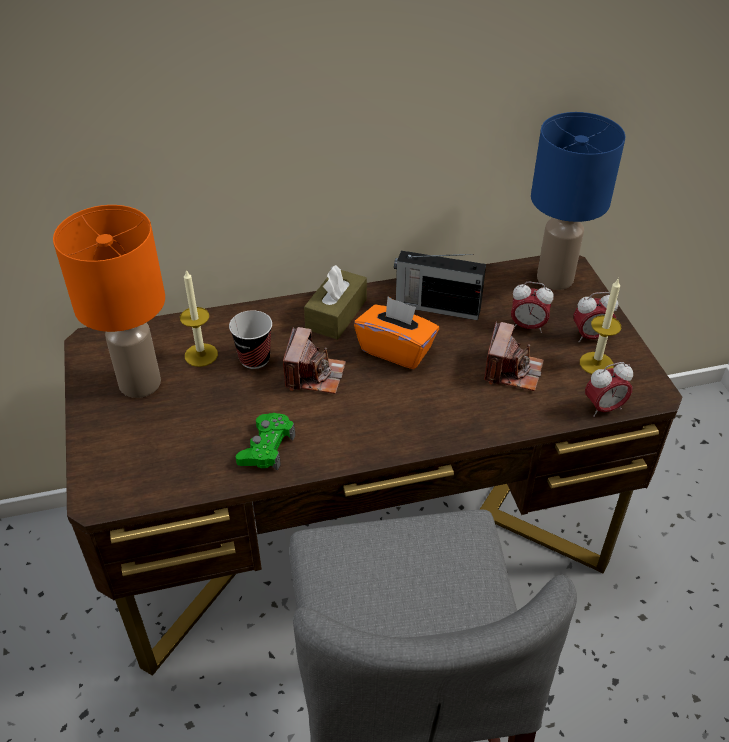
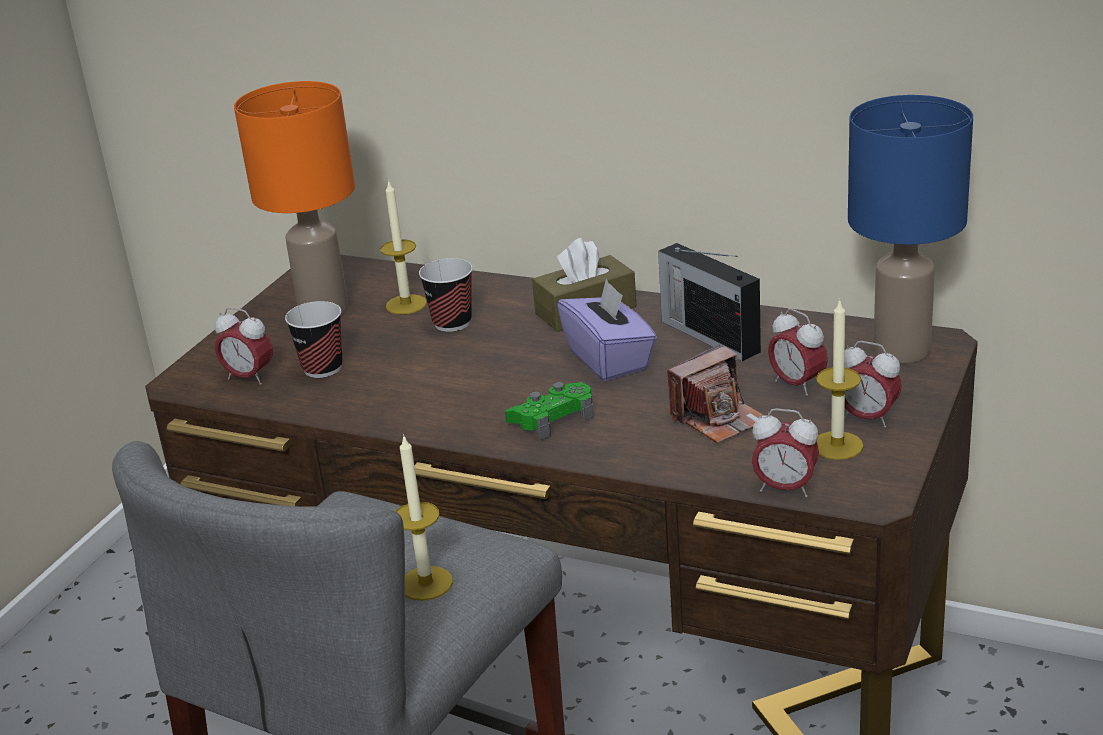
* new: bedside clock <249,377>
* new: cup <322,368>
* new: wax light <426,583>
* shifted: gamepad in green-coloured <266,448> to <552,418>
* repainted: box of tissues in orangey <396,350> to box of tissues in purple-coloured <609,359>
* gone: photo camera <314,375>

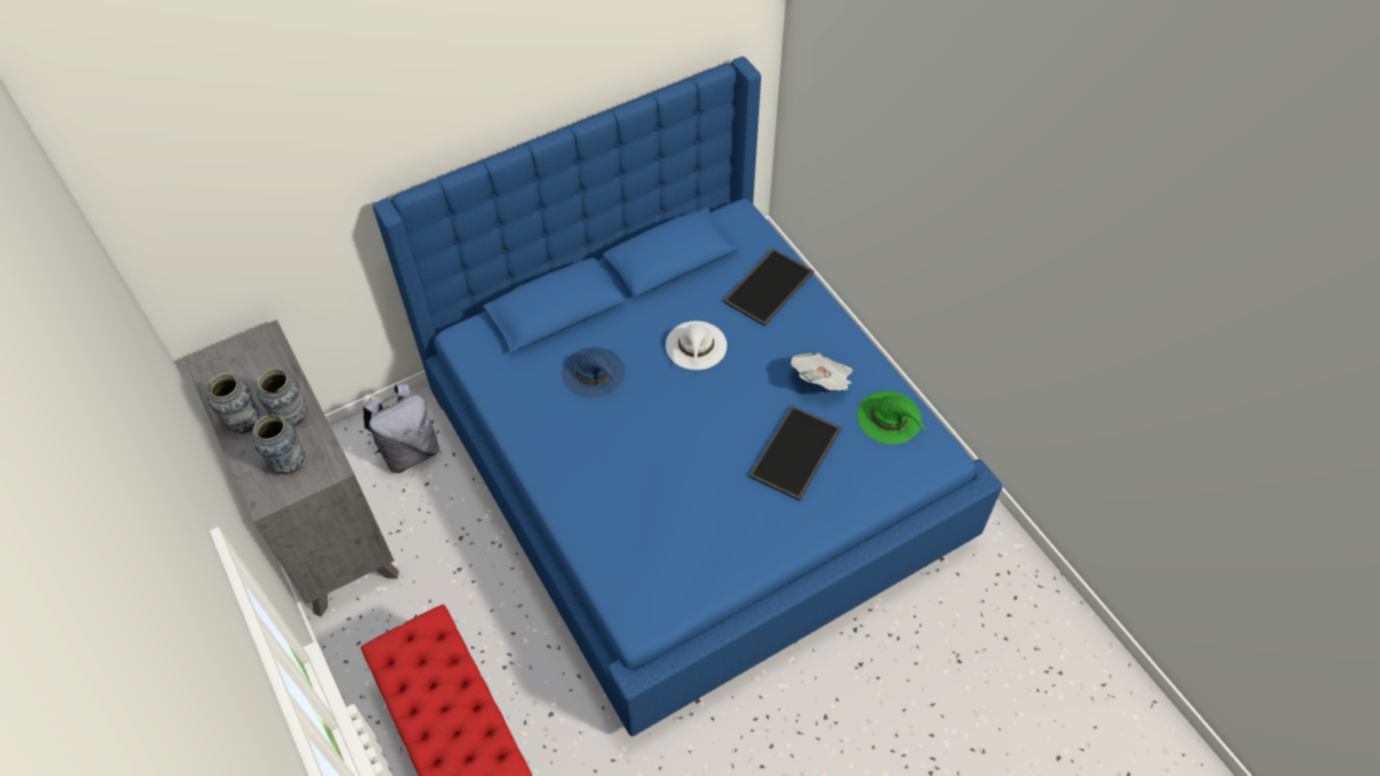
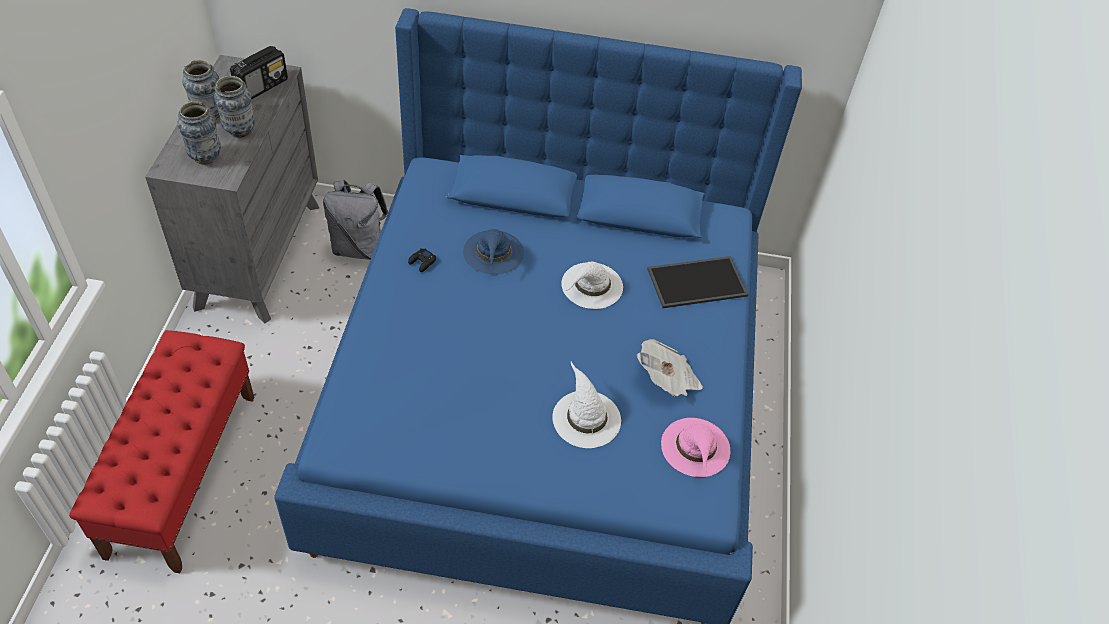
* new: radio set <262,86>
* new: gamepad in black-coloured <422,262>
* swapped: tray <796,454> to wearable hat in white <585,418>
* repainted: wearable hat in green-coloured <890,418> to wearable hat in pinkish <696,448>

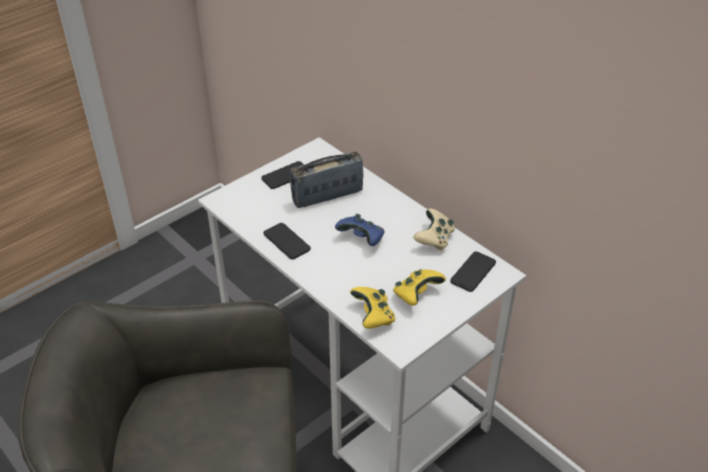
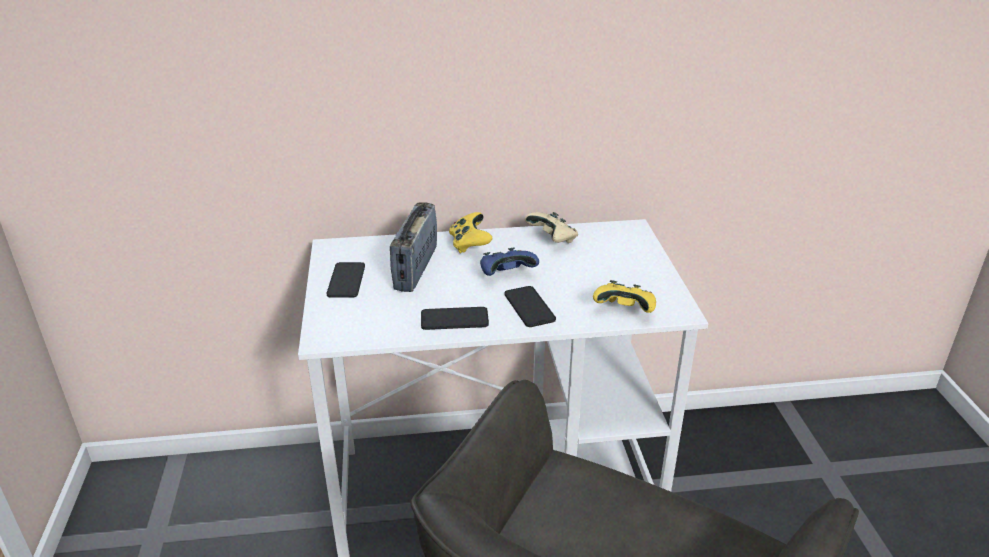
* shifted: gamepad in yellow <416,295> to <469,244>
* shifted: handset <473,272> to <529,307>

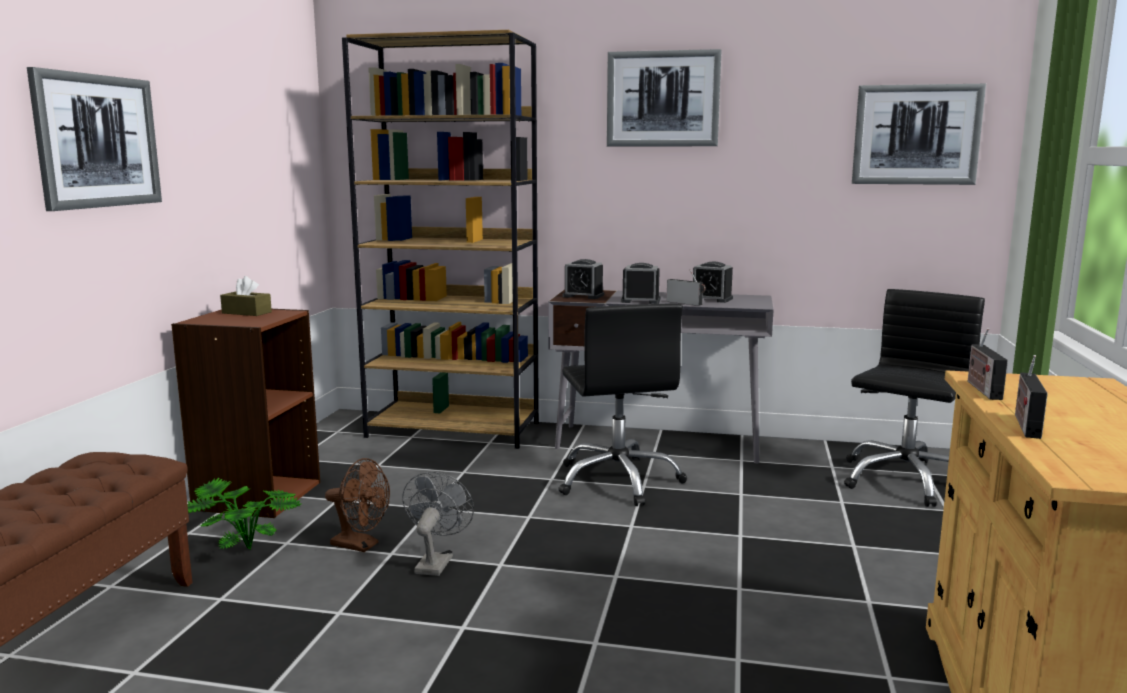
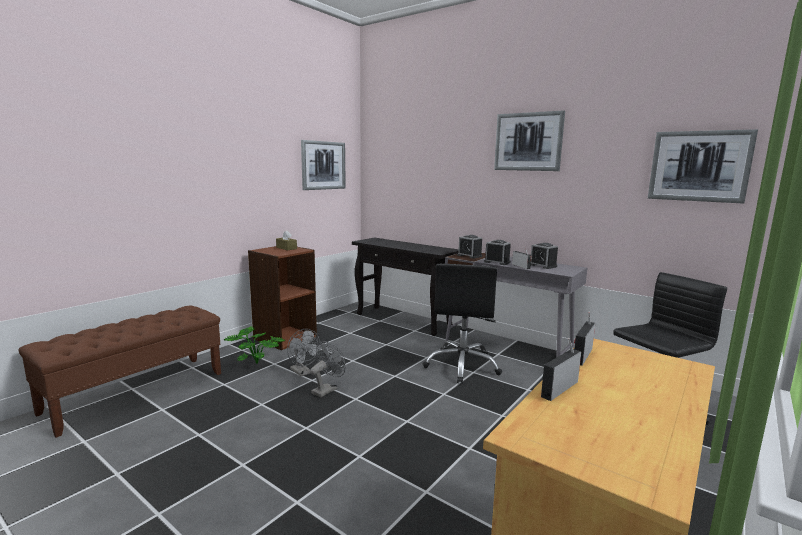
* repainted: electric fan in brownish <361,545> to electric fan in grey <303,372>
* shifted: picture <98,141> to <323,165>
* swapped: bookcase in brownish <454,430> to narrow table in black-coloured <404,320>

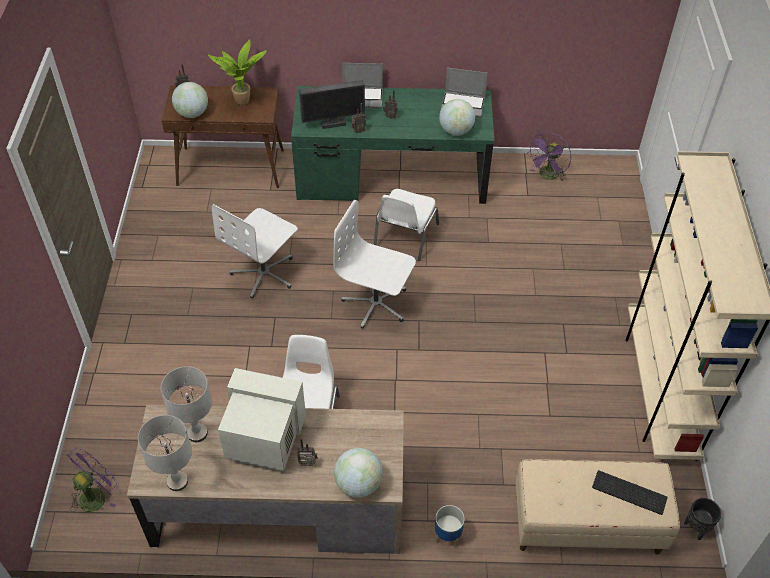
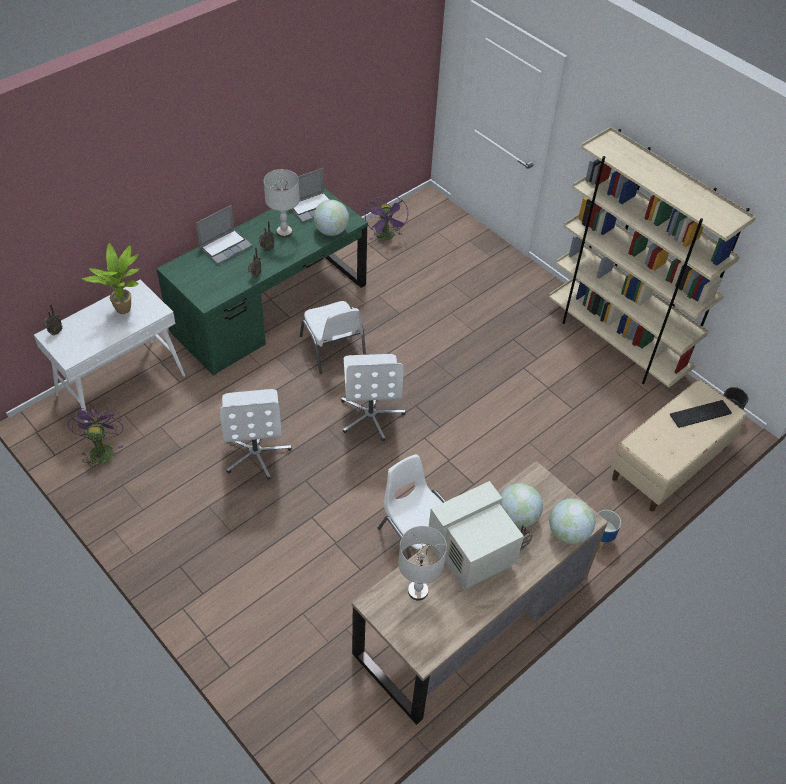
* repainted: narrow table in brownish <231,167> to narrow table in white <121,385>
* shifted: electric fan in purple-coloured <96,495> to <101,449>
* shifted: tabletop lamp in grey <177,481> to <284,232>
* rotated: desk chair in white <376,304> = <371,415> 75 degrees counterclockwise
* shifted: world globe <192,113> to <517,517>
* gone: computer screen <333,124>

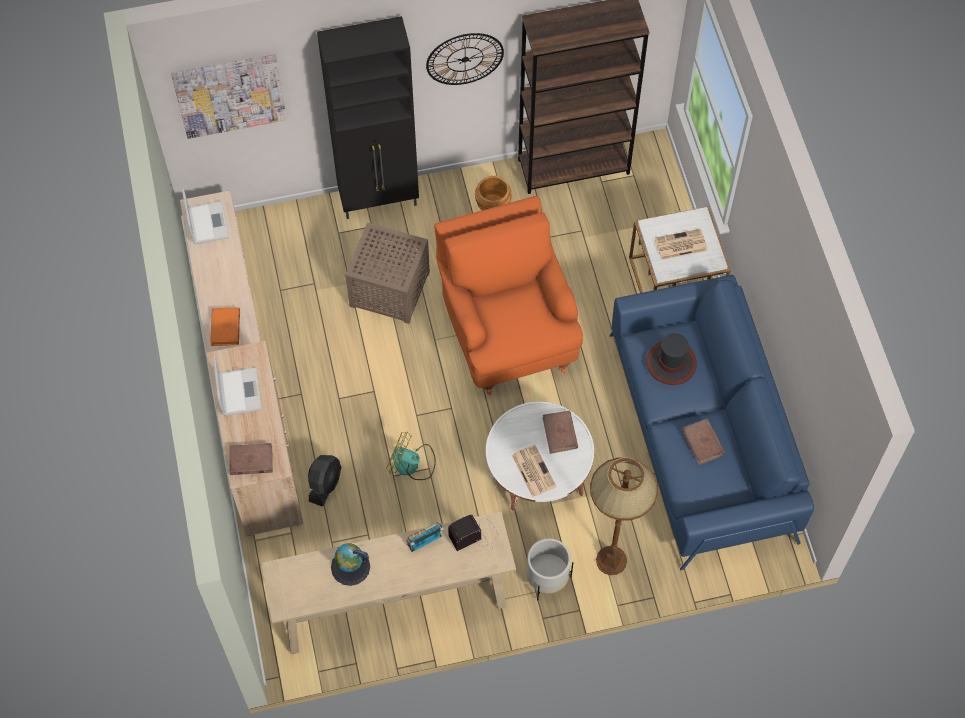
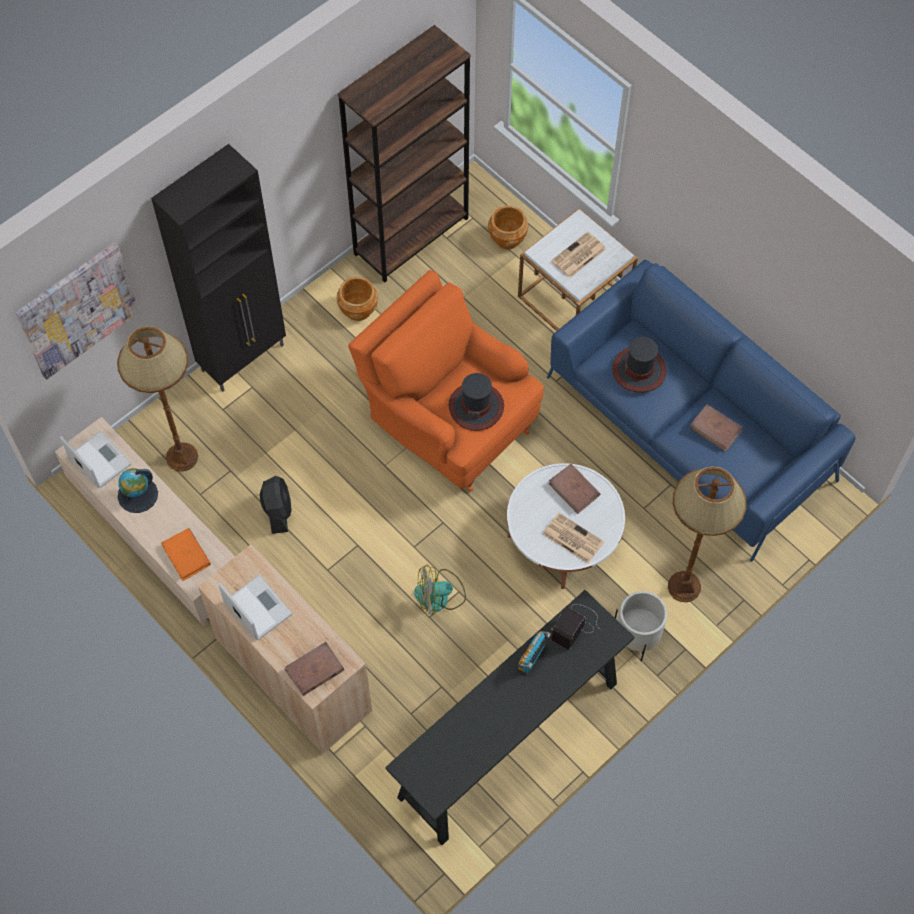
* new: standing lamp in brownish <182,457>
* shifted: world globe <350,567> to <138,495>
* shifted: electric fan in black-coloured <325,484> to <277,510>
* repainted: narrow table in beige-coloured <392,604> to narrow table in black-coloured <507,741>
* new: wearable hat <476,406>
* new: plant pot in brownish <507,238>
* gone: end table in brownish <389,288>
* gone: hanging clock <465,59>

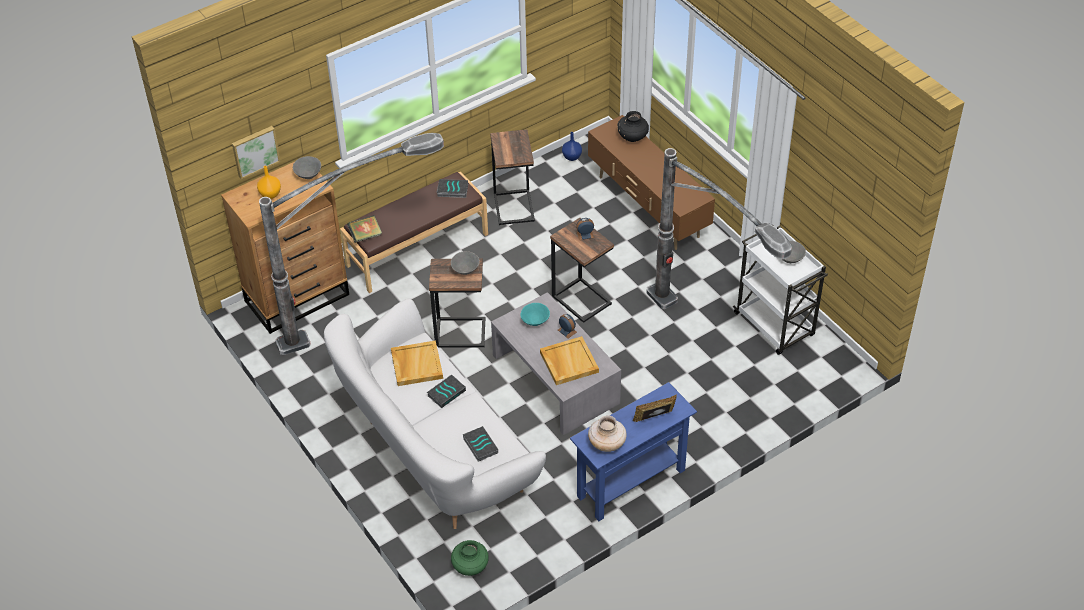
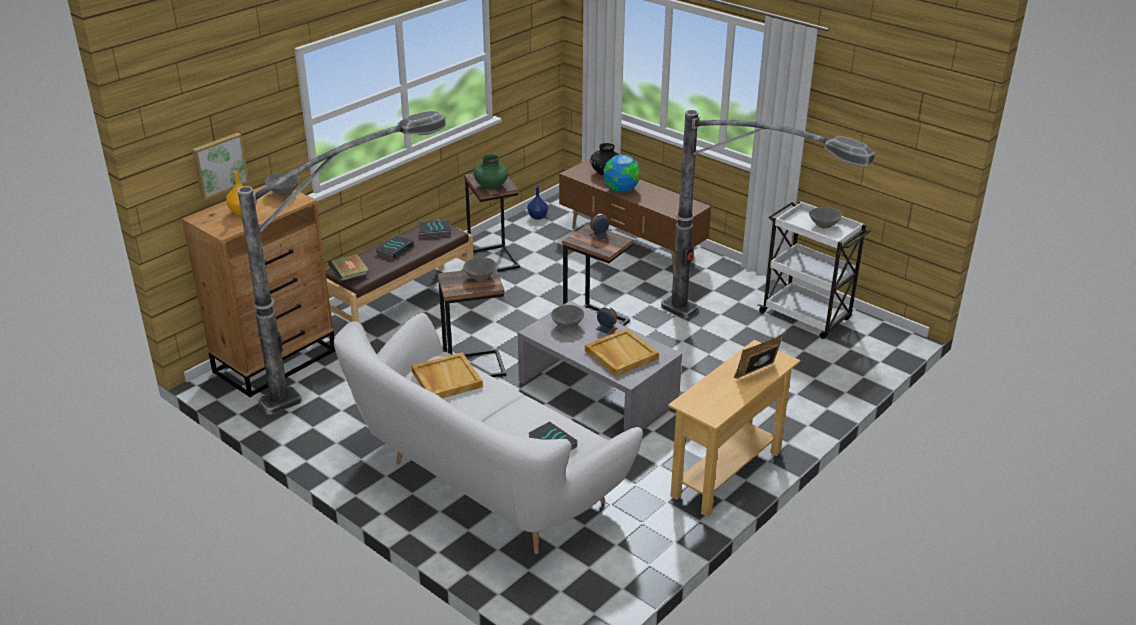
* shifted: book <446,392> to <394,249>
* shifted: decorative vase in green-coloured <470,566> to <491,186>
* repainted: bowl in turquoise-coloured <534,321> to bowl in grey <567,325>
* new: world globe <620,189>
* repainted: narrow table in blue <631,483> to narrow table in beige-coloured <726,474>
* gone: decorative vase in beige-coloured <607,444>

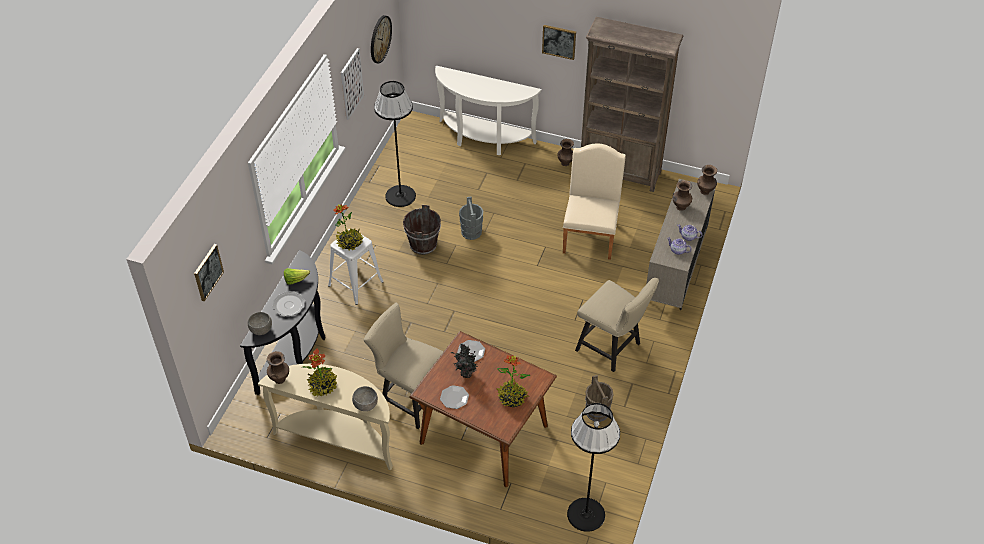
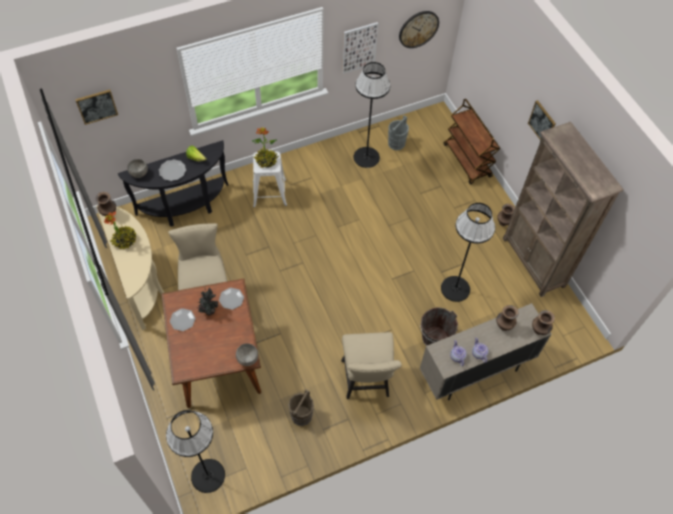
* shifted: bowl in grey <365,405> to <247,359>
* shifted: pail in grey <471,232> to <396,143>
* shifted: pail in brownish <423,245> to <434,338>
* swapped: upright chair in beige-coloured <590,234> to standing lamp in black-coloured <455,288>
* swapped: narrow table in white <483,140> to trolley in brownish <467,161>
* gone: potted plant <512,397>

